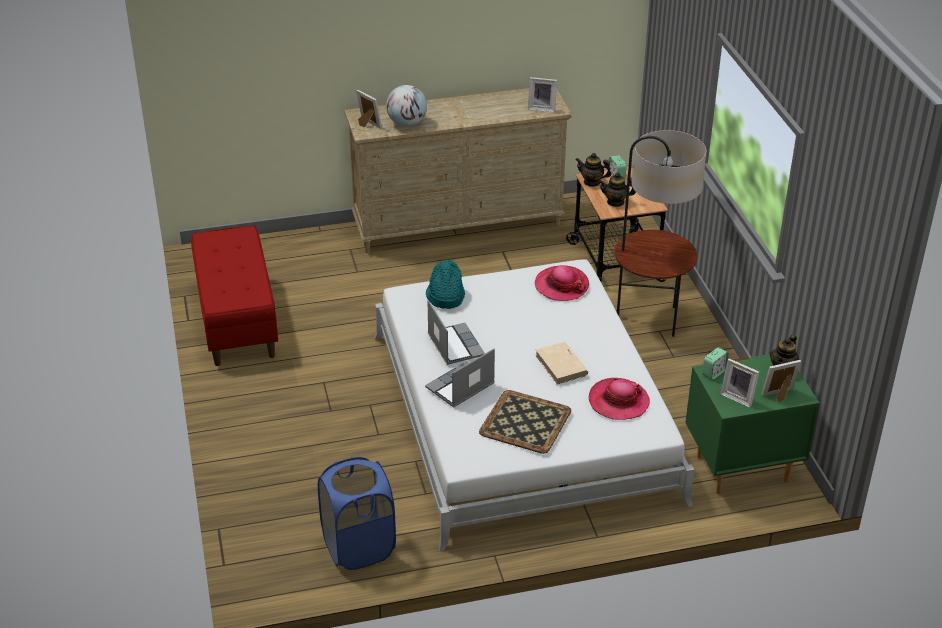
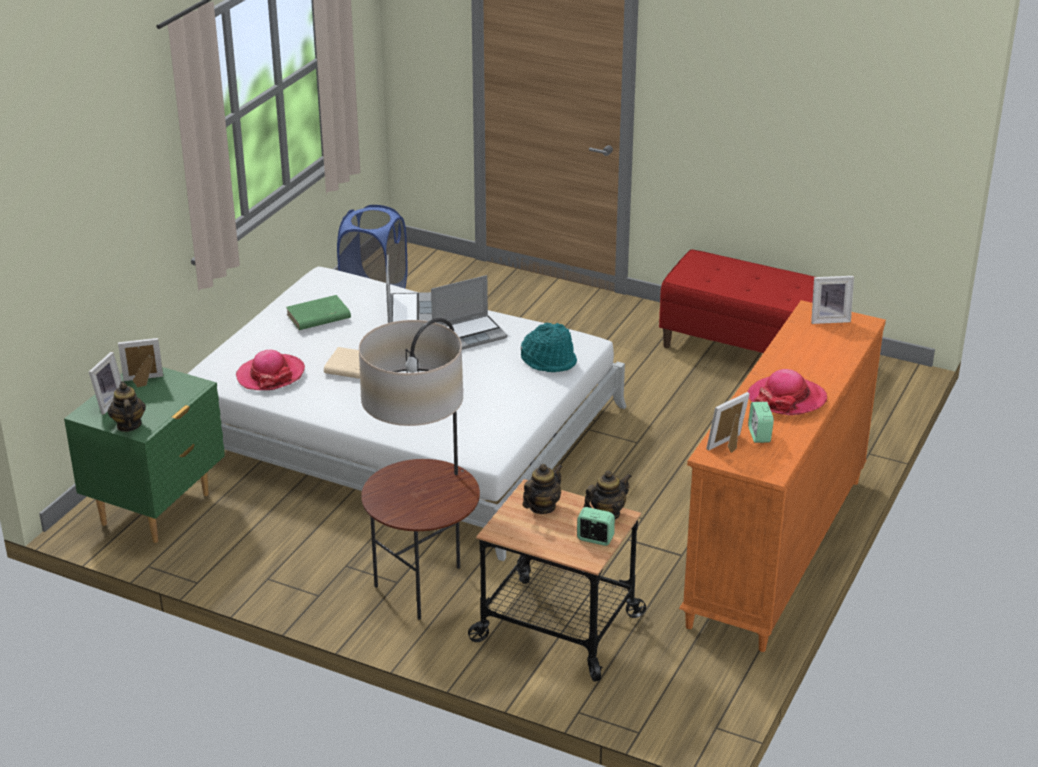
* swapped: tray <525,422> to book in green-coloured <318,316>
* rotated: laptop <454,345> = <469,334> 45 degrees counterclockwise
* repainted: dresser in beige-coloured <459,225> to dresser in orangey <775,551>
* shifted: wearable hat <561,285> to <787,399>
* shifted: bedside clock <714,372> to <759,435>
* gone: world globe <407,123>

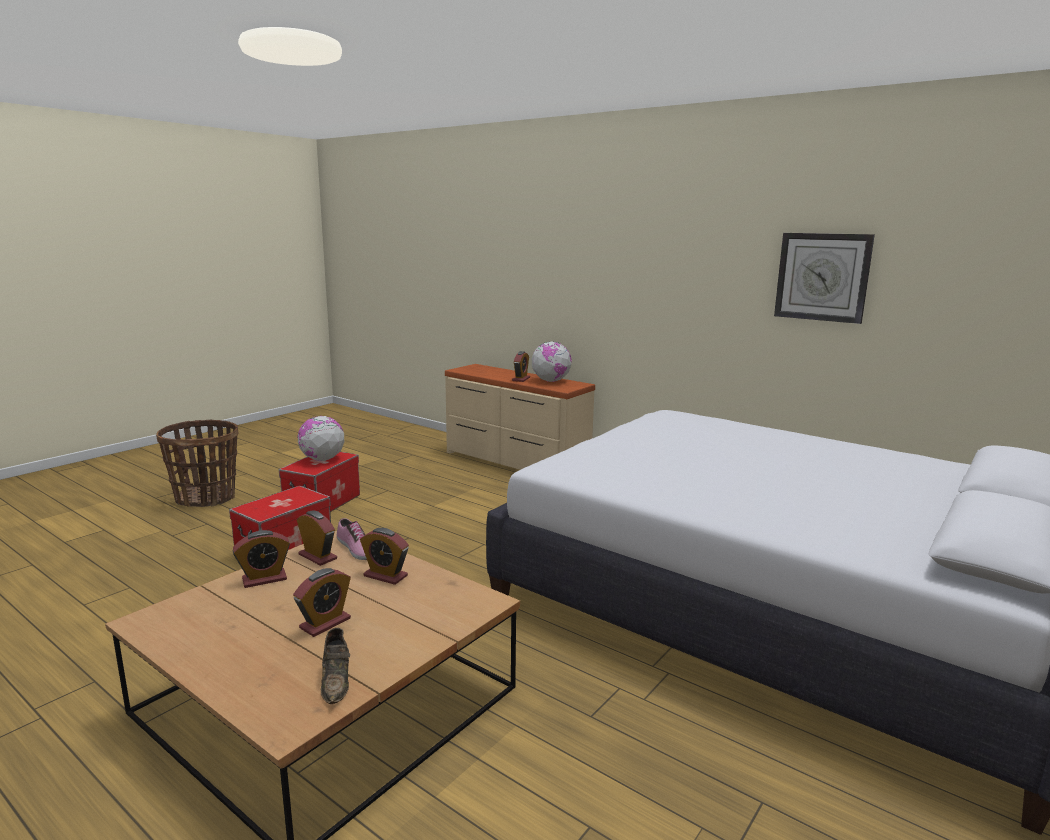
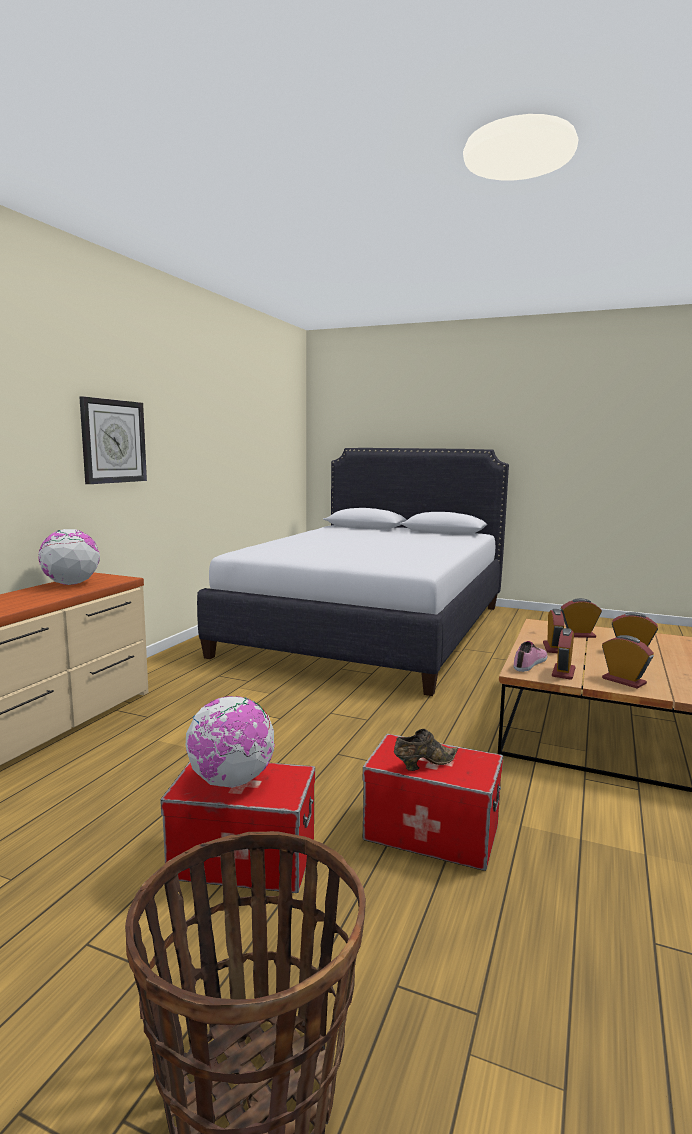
* shifted: hanging clock <822,277> to <113,441>
* shifted: low shoe in brownish <336,680> to <423,764>
* shifted: bedside clock <521,379> to <578,635>

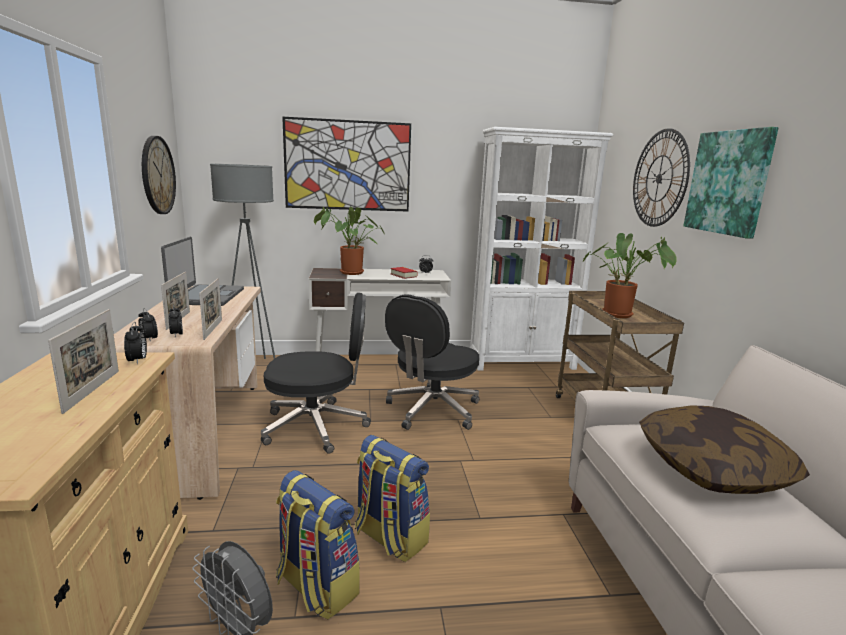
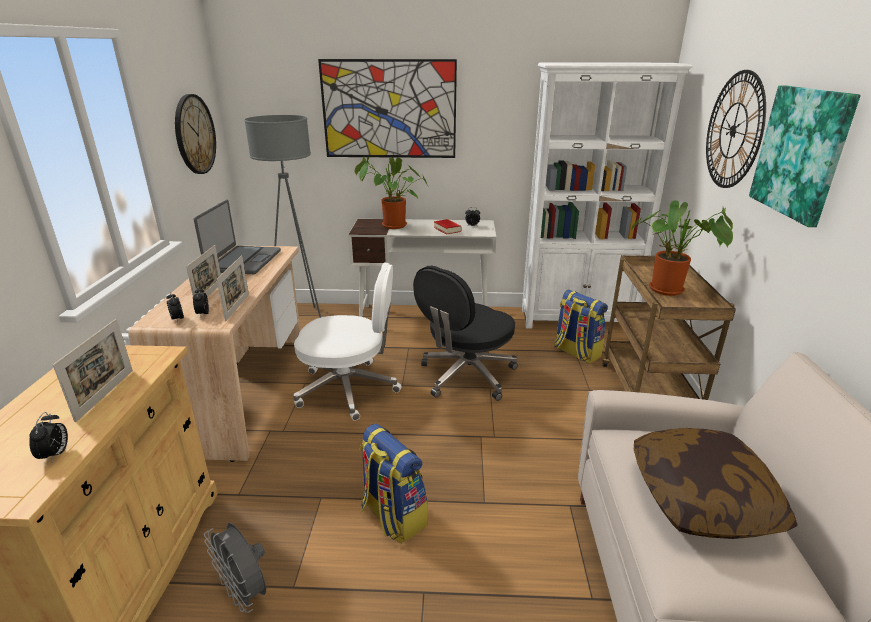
* shifted: bedside clock <137,361> to <55,455>
* repainted: desk chair in black-coloured <317,426> to desk chair in white <349,389>
* shifted: rucksack <315,587> to <576,353>

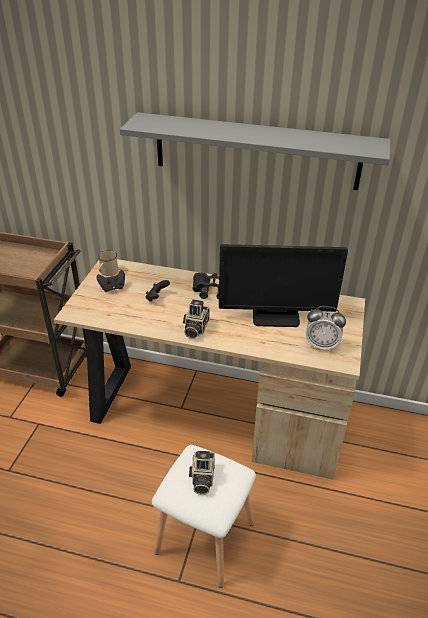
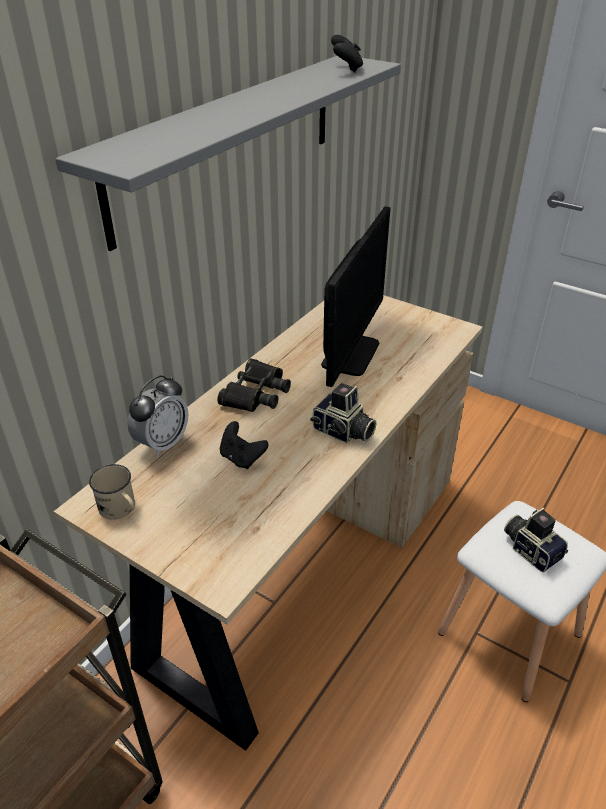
* shifted: bedside clock <321,345> to <162,443>
* shifted: gamepad in black-coloured <112,288> to <346,69>
* rotated: photo camera <202,478> = <531,549> 150 degrees counterclockwise

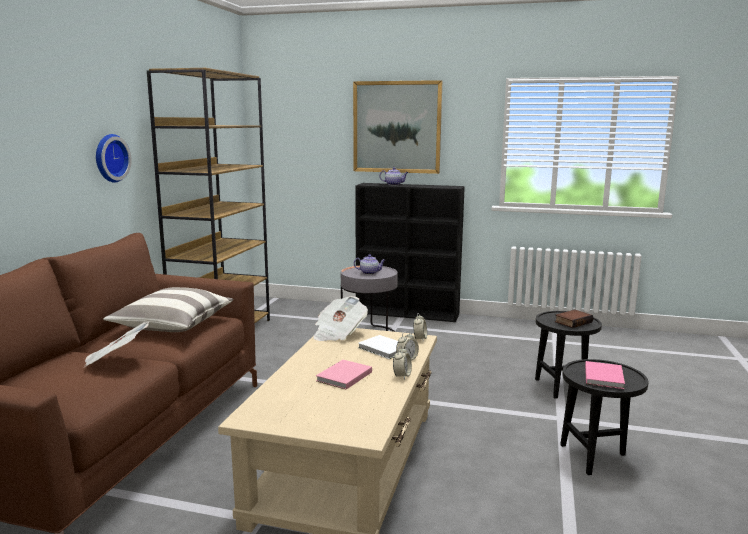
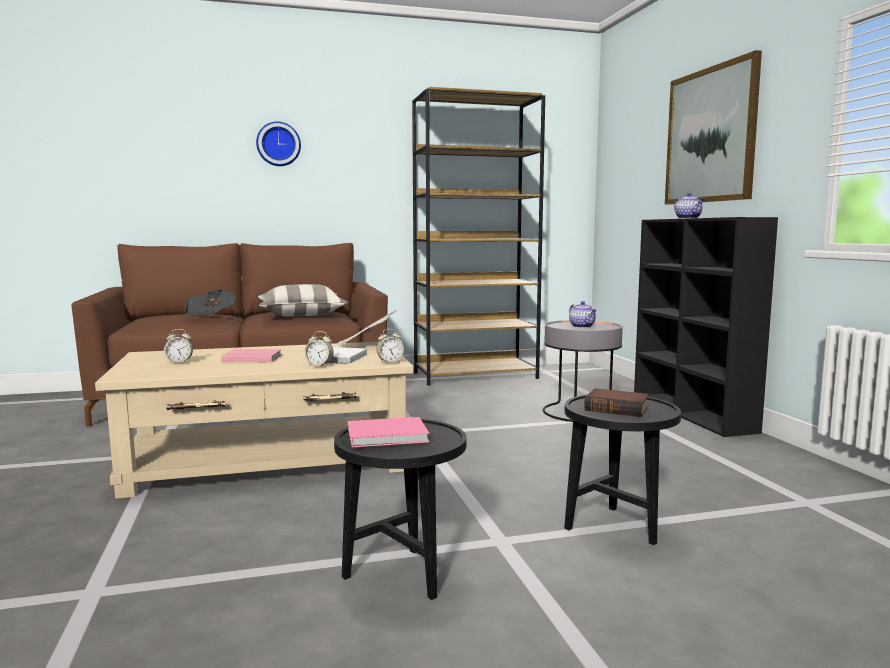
* shifted: bedside clock <402,376> to <179,362>
* shifted: hanging clock <109,158> to <278,144>

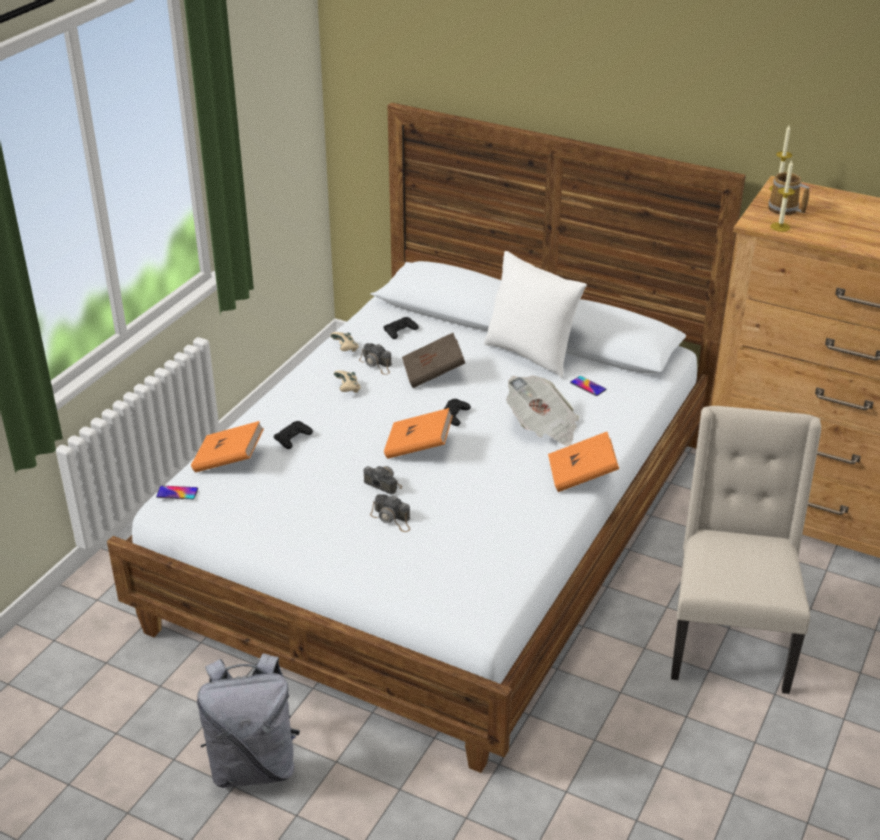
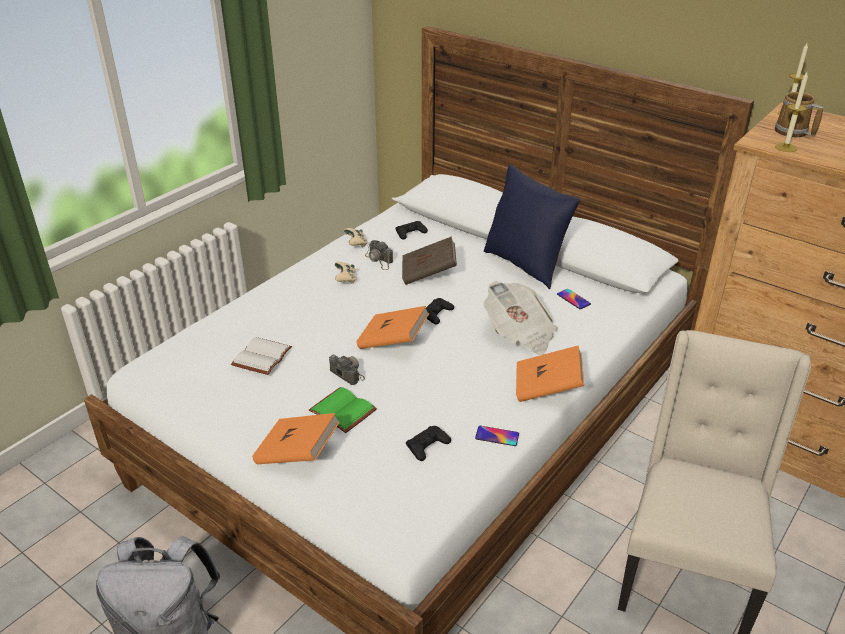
* new: book in white <261,356>
* shifted: book in orangey <229,461> to <297,453>
* swapped: photo camera <392,519> to book in green-coloured <344,410>
* shifted: gamepad in black-coloured <293,438> to <427,446>
* shifted: handset <177,493> to <497,436>
* repainted: cushion in white <531,354> to cushion in blue <525,264>

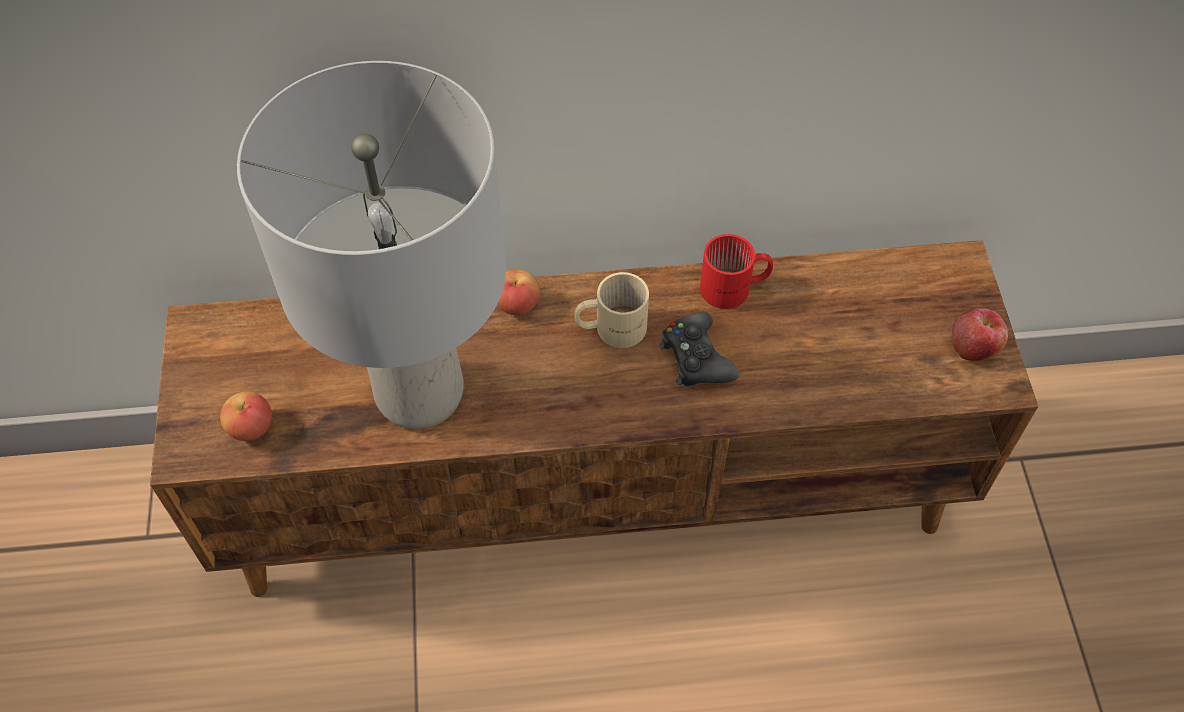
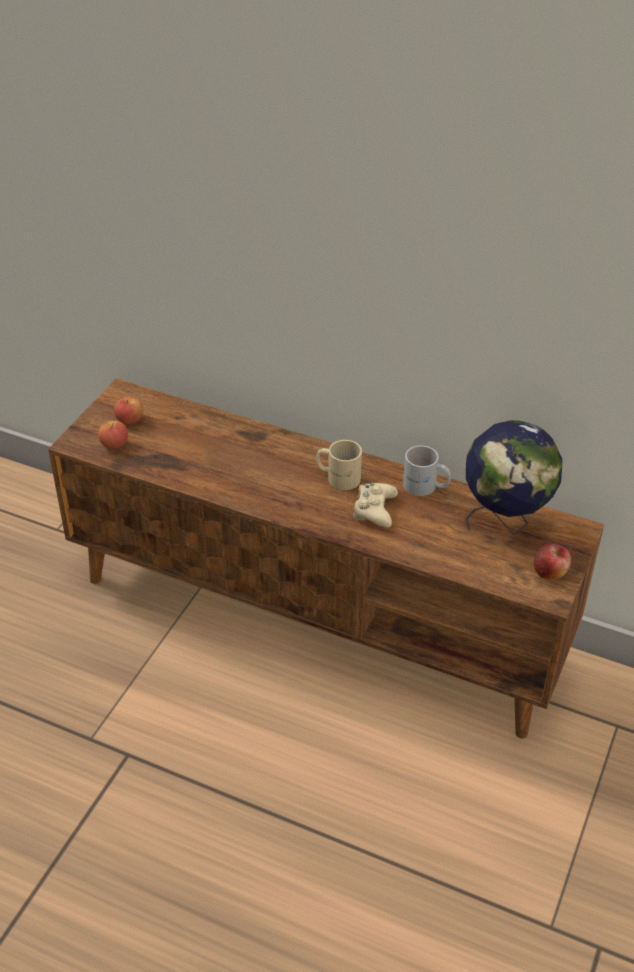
* shifted: apple <517,304> to <130,420>
* repainted: gamepad in black-coloured <696,358> to gamepad in beige-coloured <374,510>
* repainted: mug in red <734,289> to mug in white <425,487>
* new: world globe <505,522>
* gone: tabletop lamp in grey <421,393>

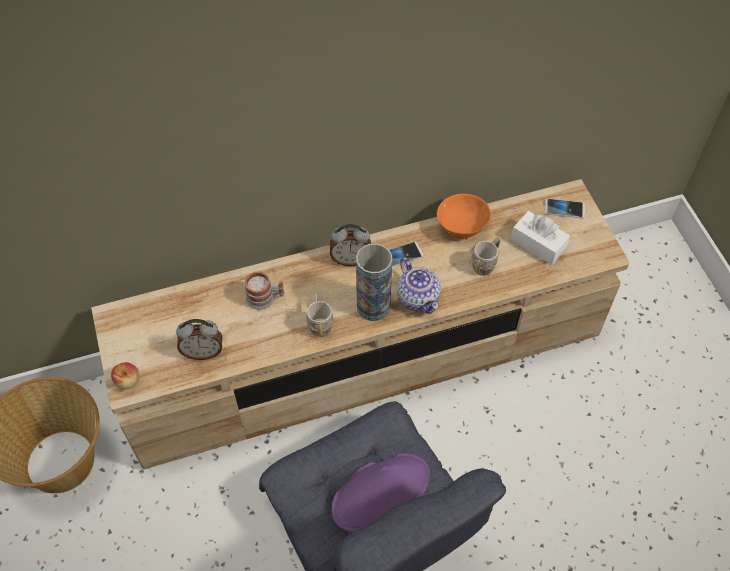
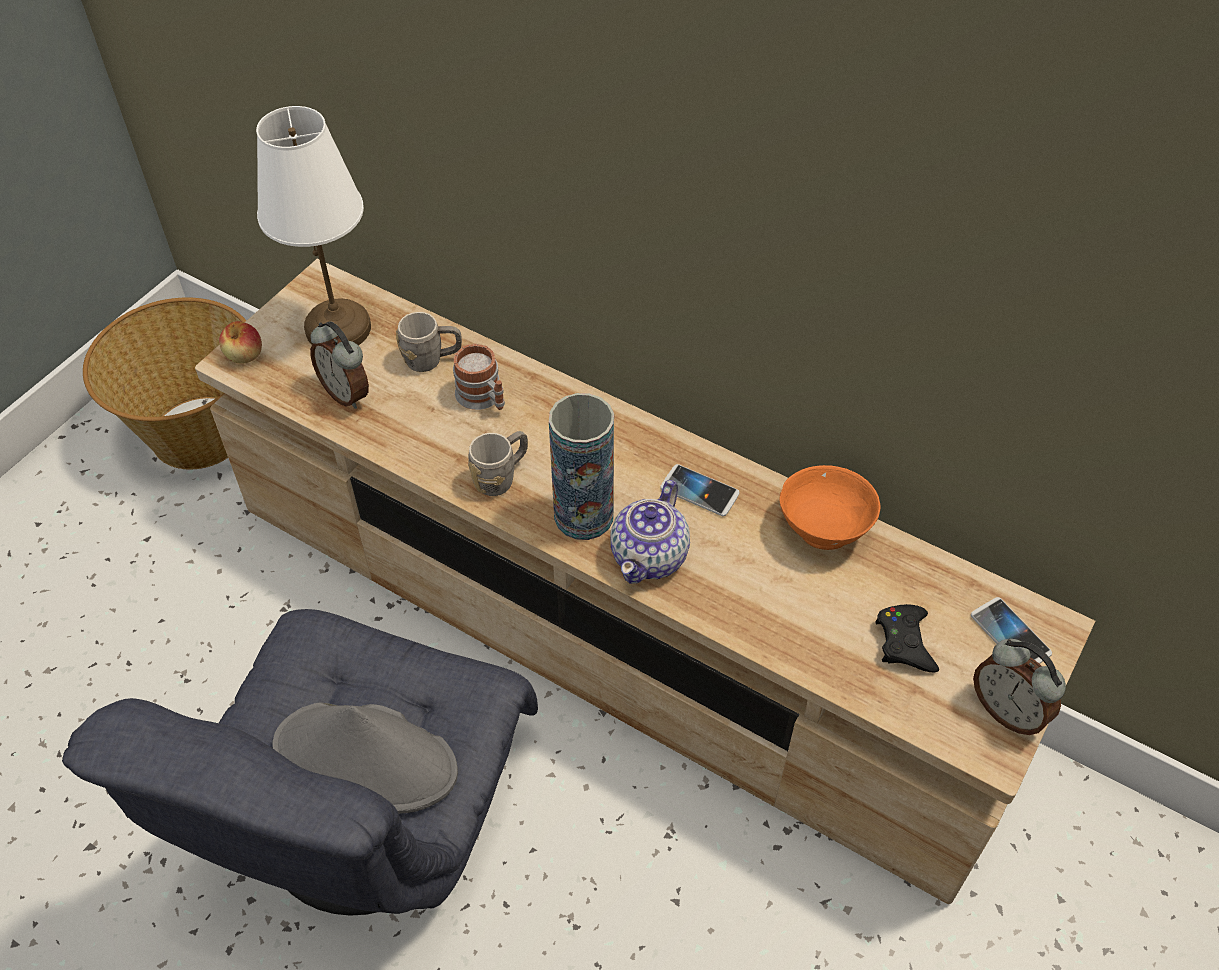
* new: tabletop lamp in white <340,328>
* repainted: wearable hat in purple-coloured <381,492> to wearable hat in grey <366,759>
* shifted: mug in grey <486,263> to <432,359>
* swapped: box of tissues in white <538,244> to gamepad in black-coloured <904,642>
* shifted: bedside clock <350,259> to <1007,711>

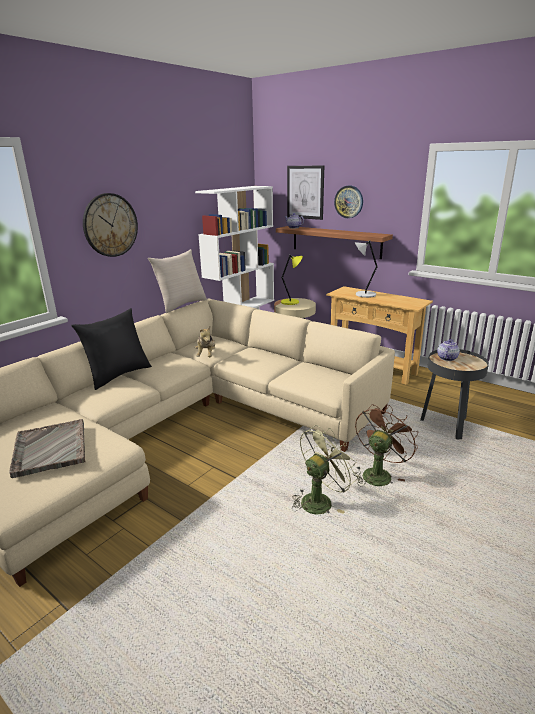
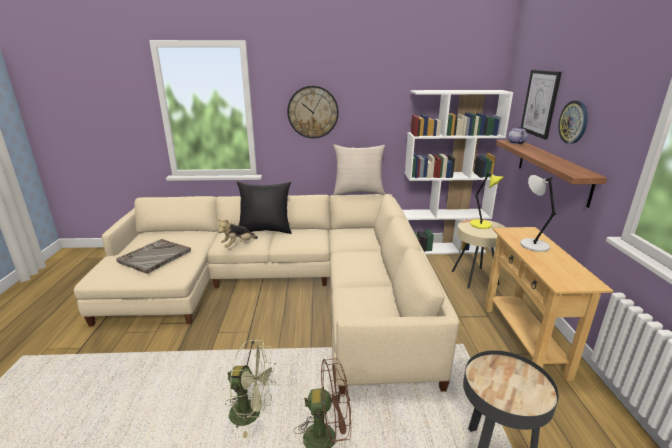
* shifted: cuddly toy <206,355> to <238,245>
* gone: teapot <447,358>

